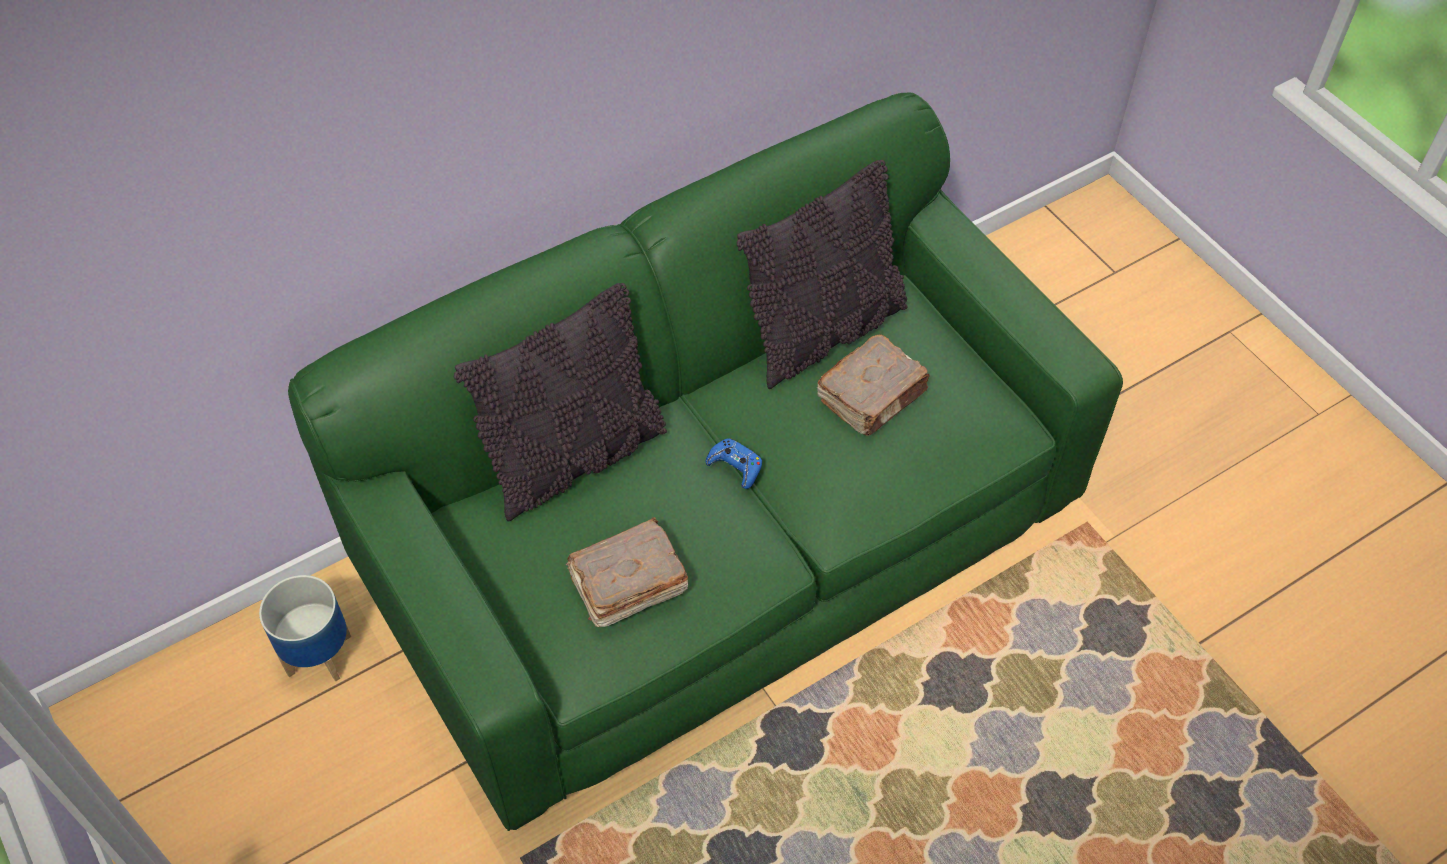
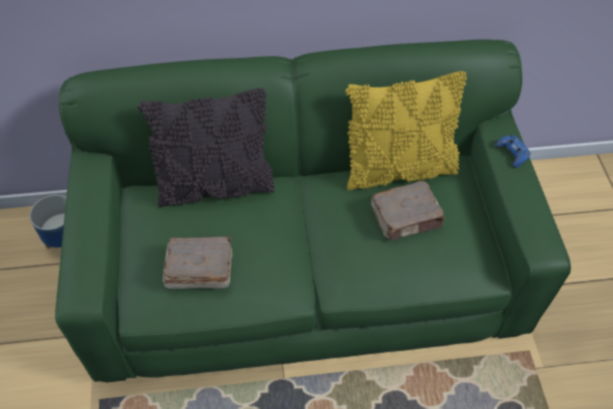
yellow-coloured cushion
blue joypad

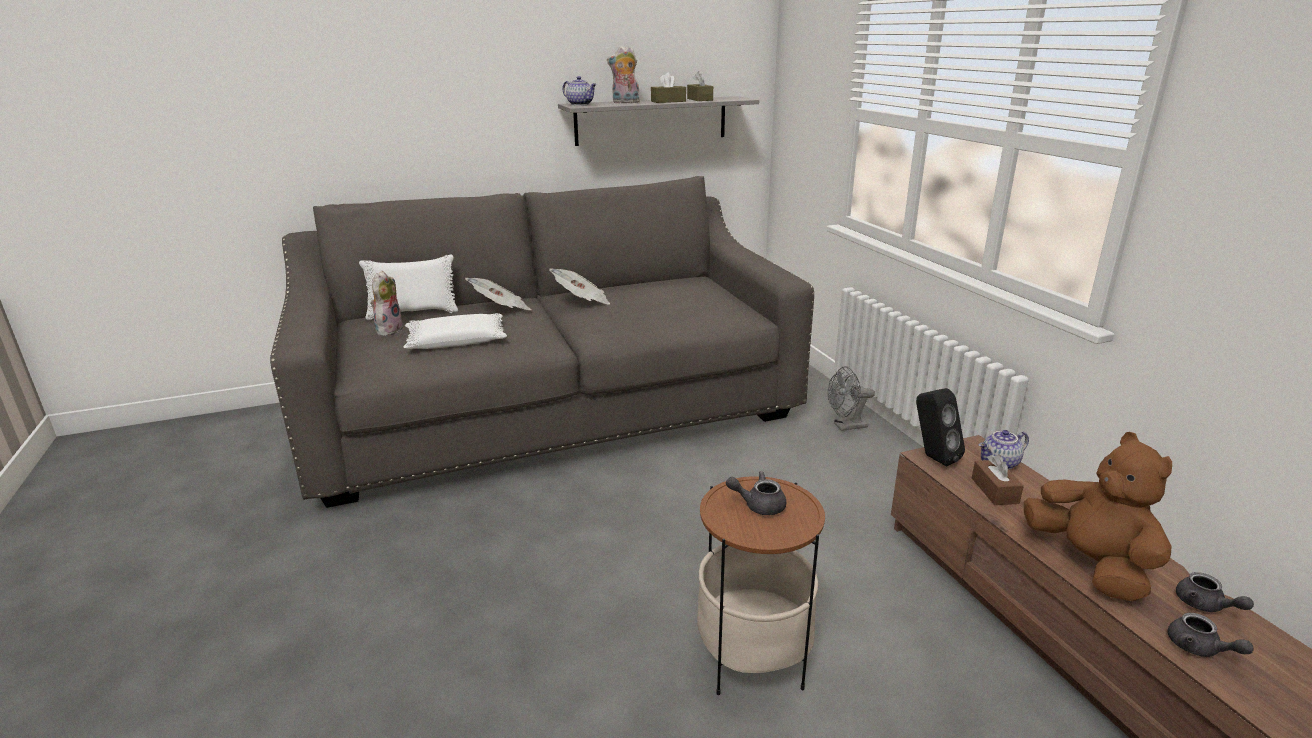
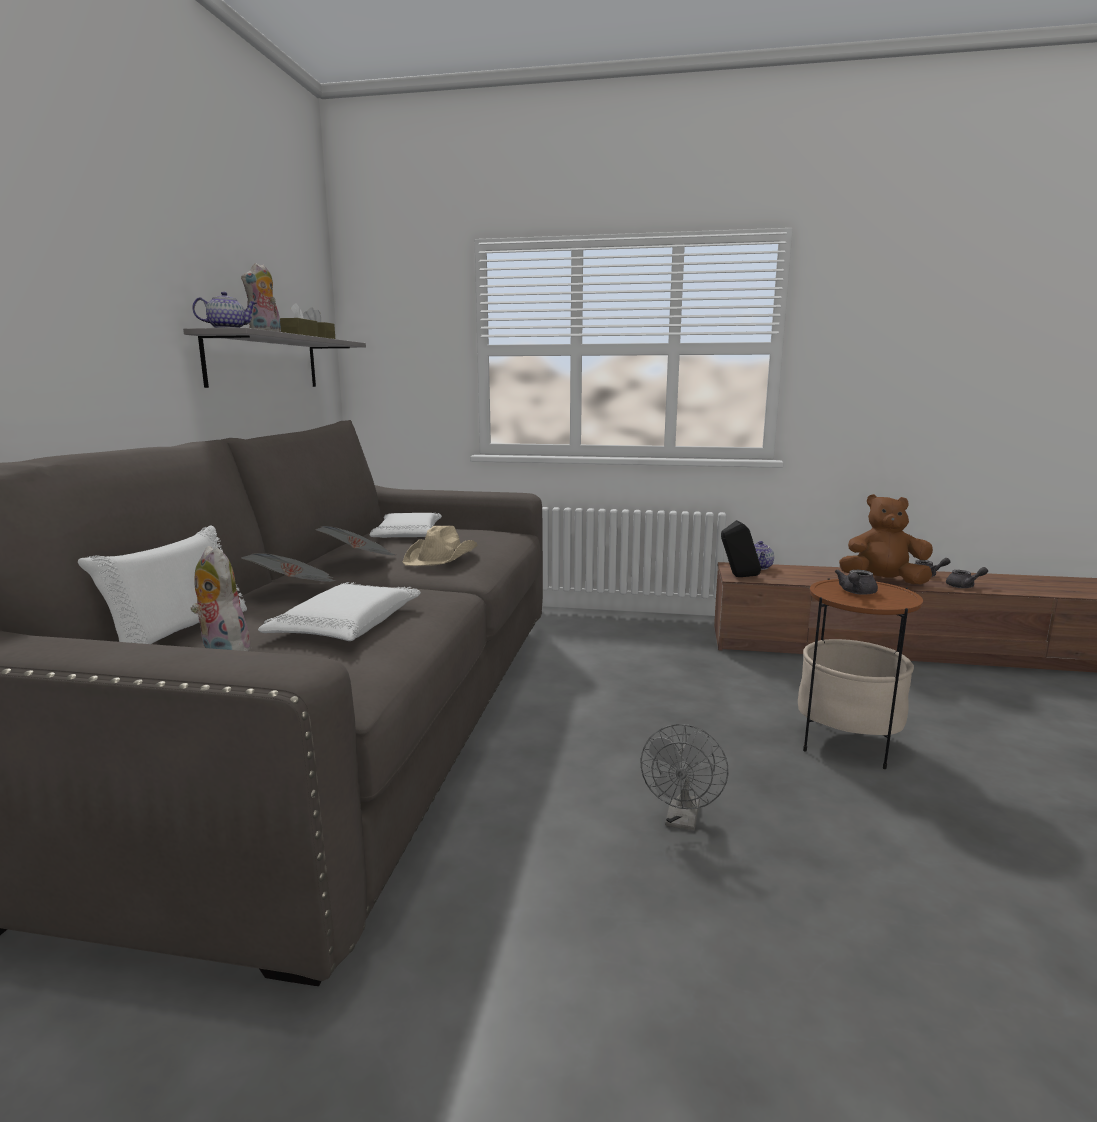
whitish cushion (no. 3 from left)
beige wearable hat
greyish cooling fan
brownish tissue holder (no. 3 from left in the first image)

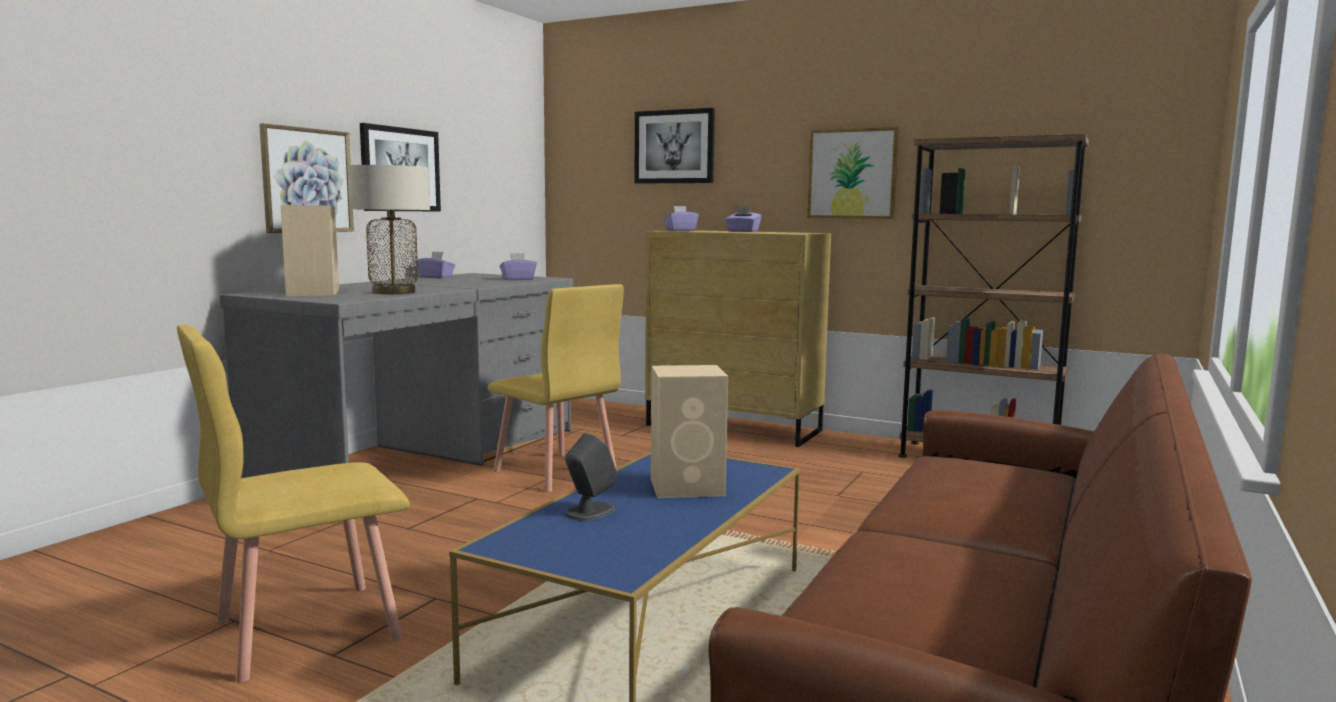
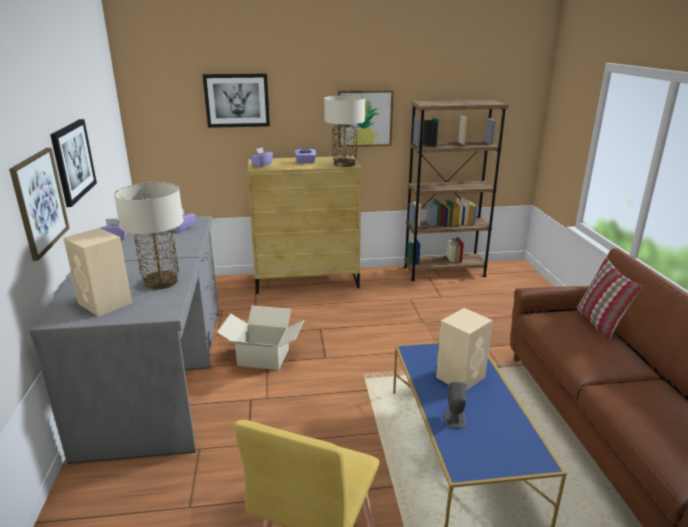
packing box
table lamp (no. 2 from left)
cushion

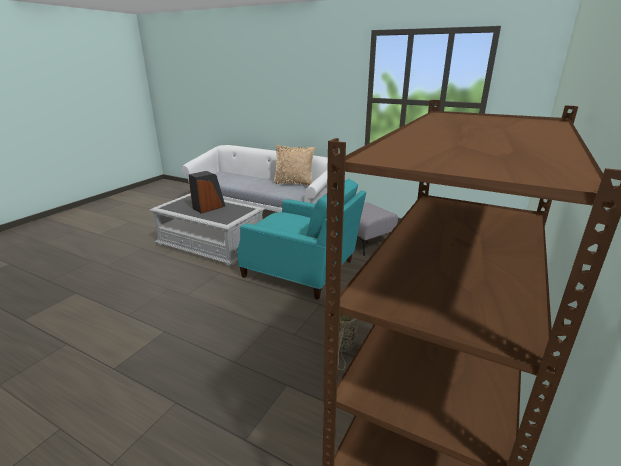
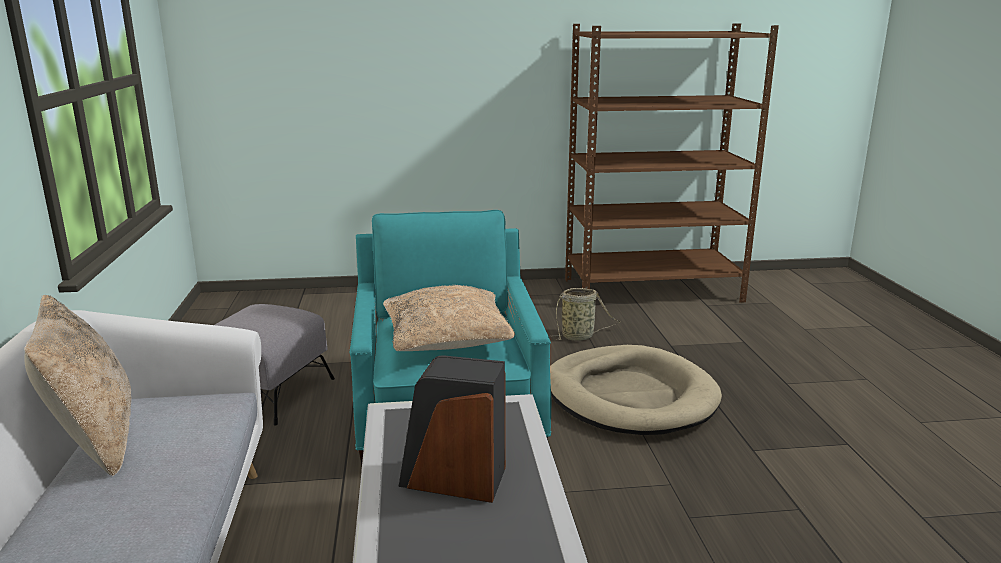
beige cushion (no. 2 from left)
beige pet bed

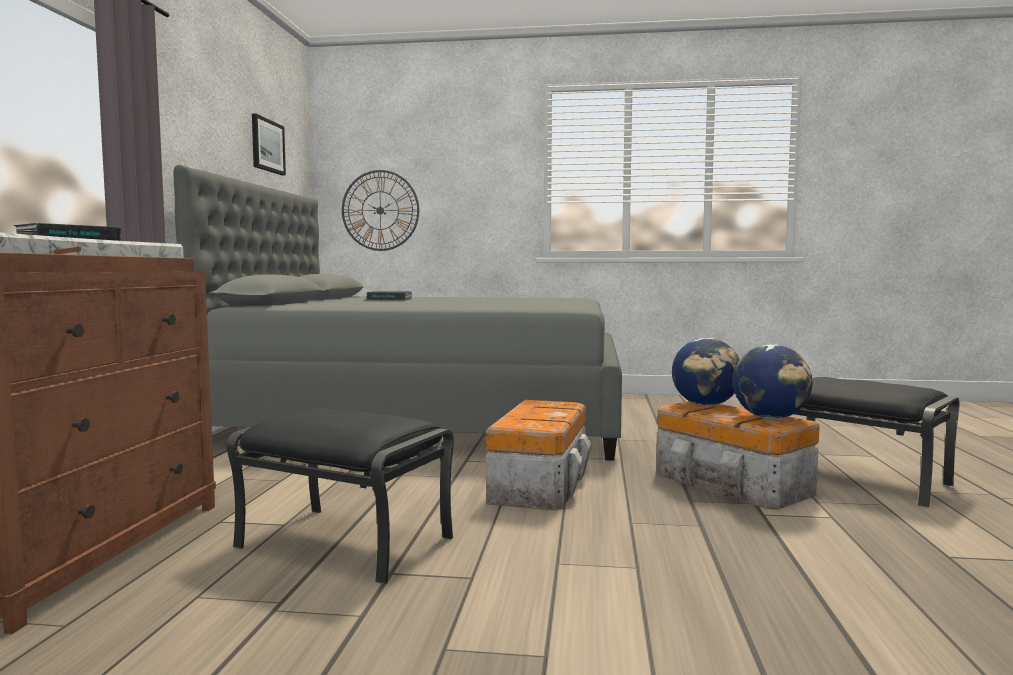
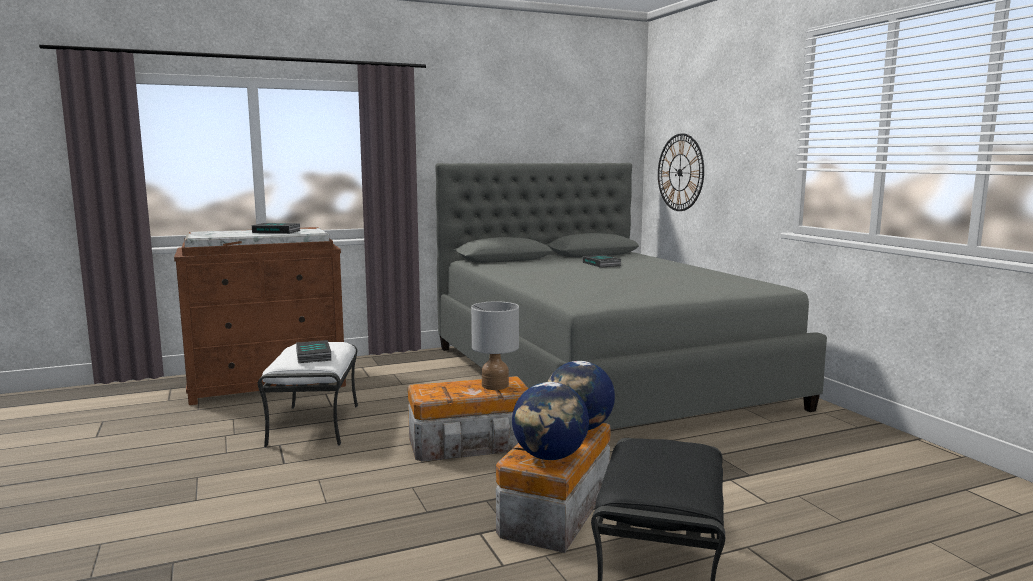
whitish ottoman
volume (no. 2 from left)
greyish table lamp
picture

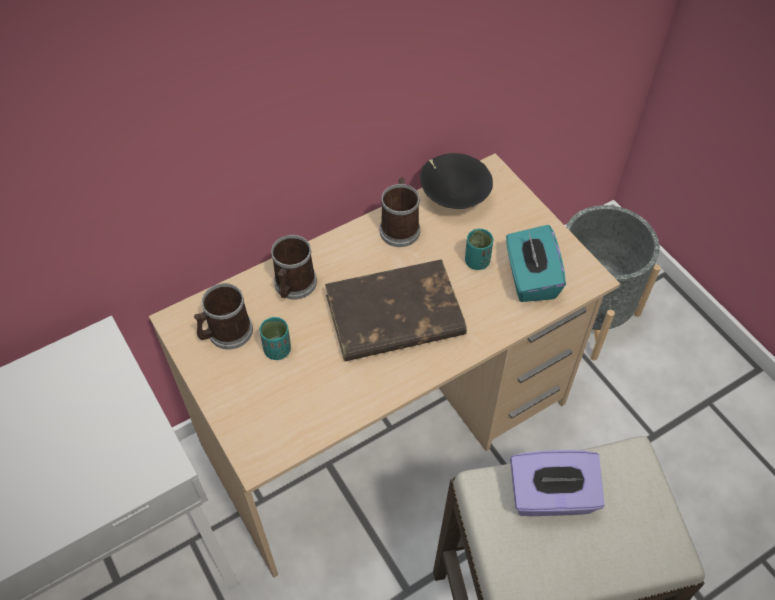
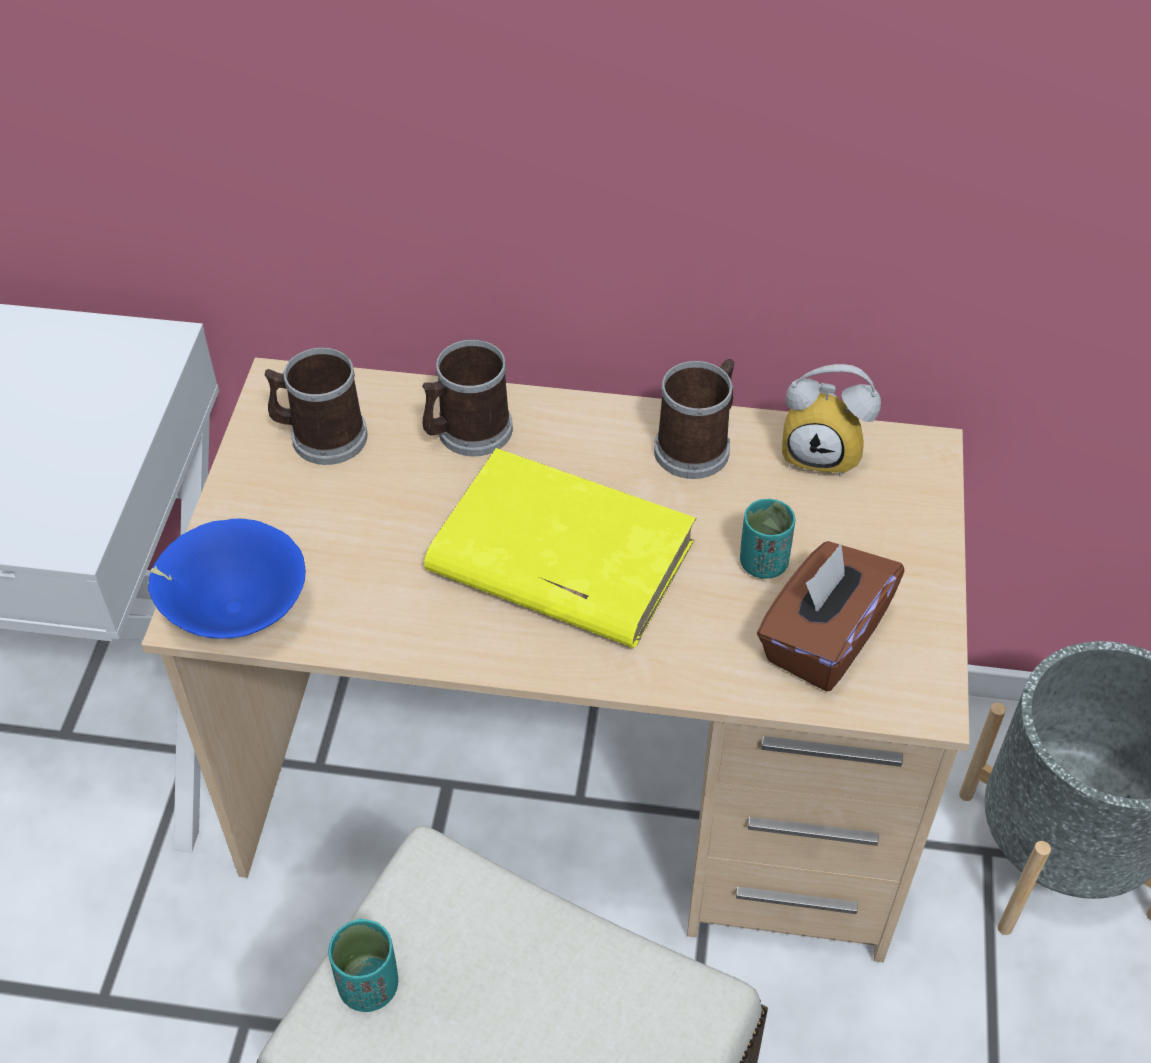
blue deep dish
turquoise-coloured drinking cup (no. 1 from left)
yellow-coloured volume
brownish tissue holder
alarm clock
purple-coloured tissue holder

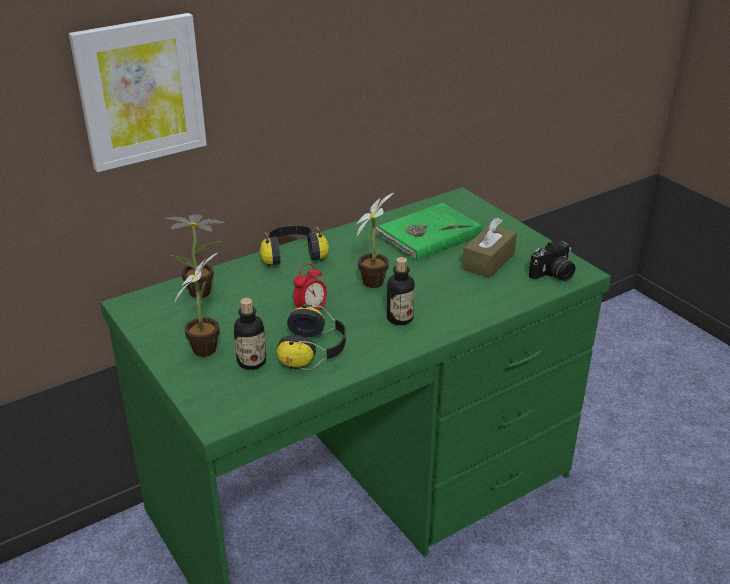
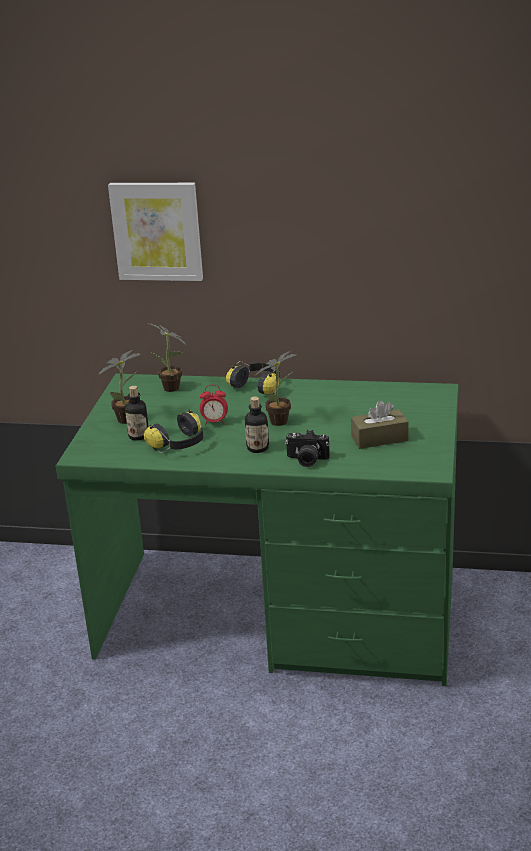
still camera
green-coloured volume

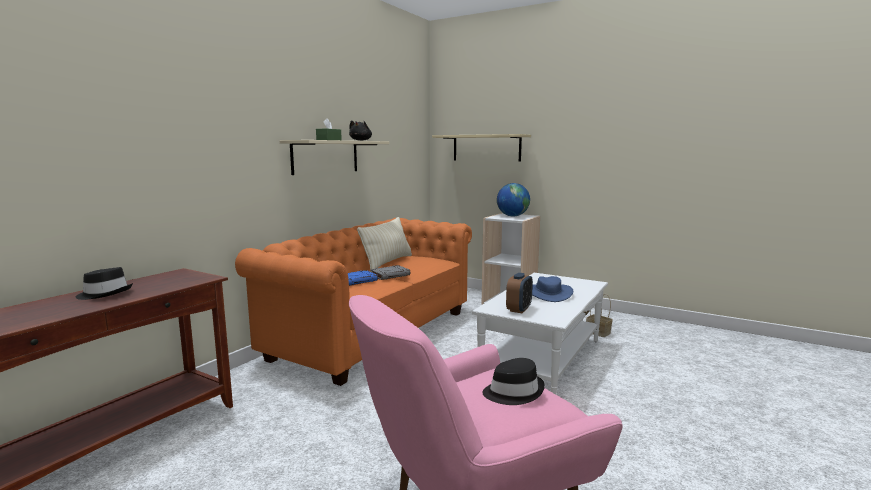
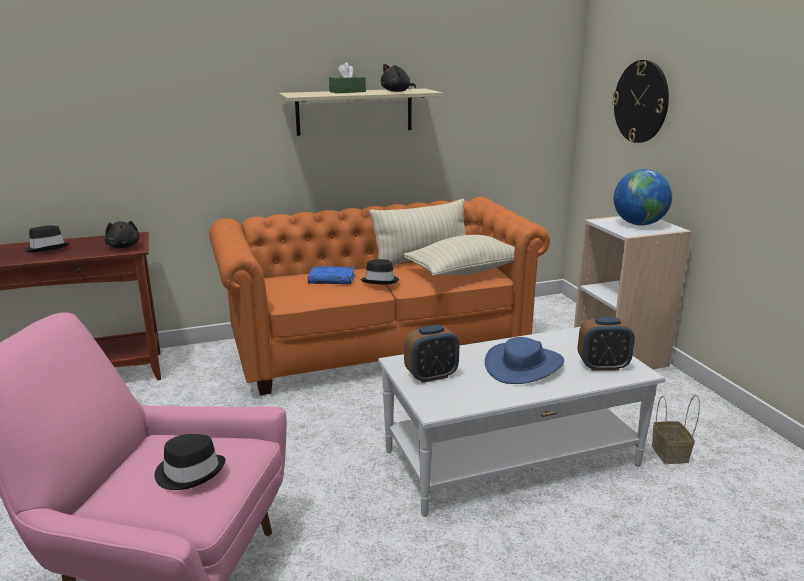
black soft toy (no. 1 from left)
black wearable hat (no. 3 from left)
beige cushion (no. 2 from left)
alarm clock (no. 2 from left)
clock on the wall

